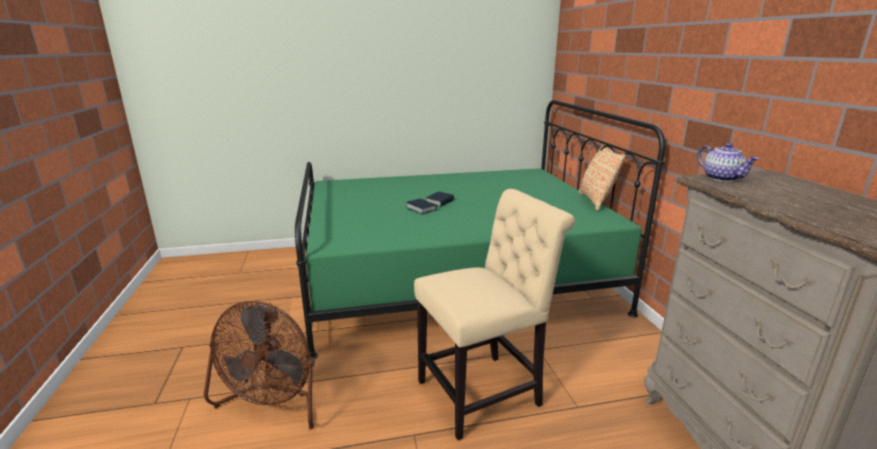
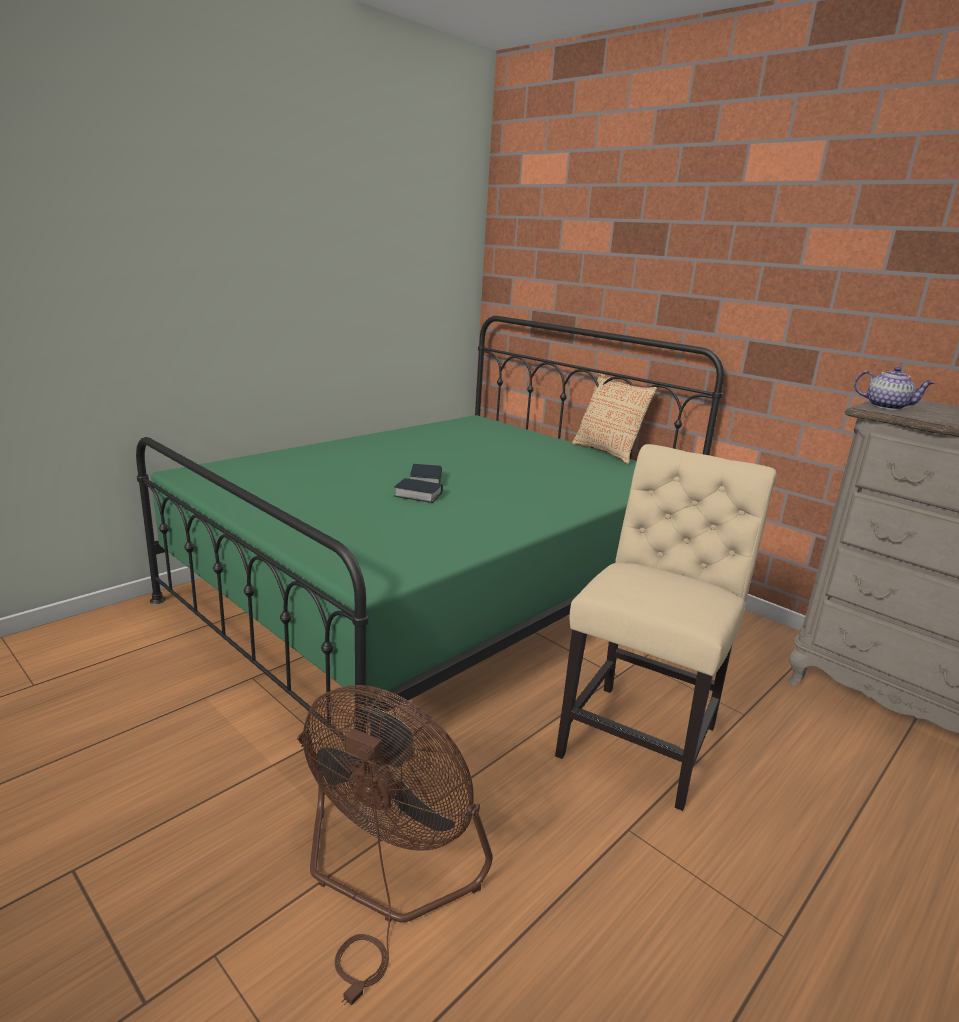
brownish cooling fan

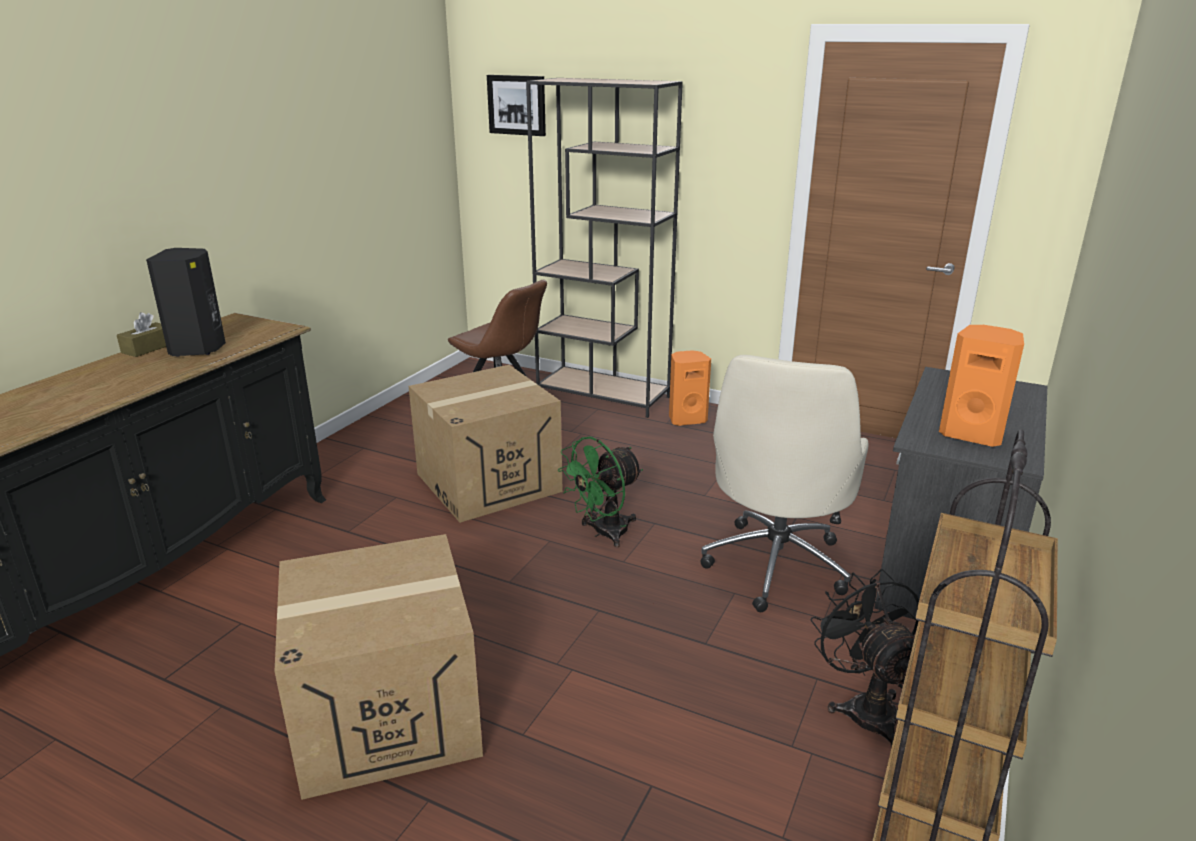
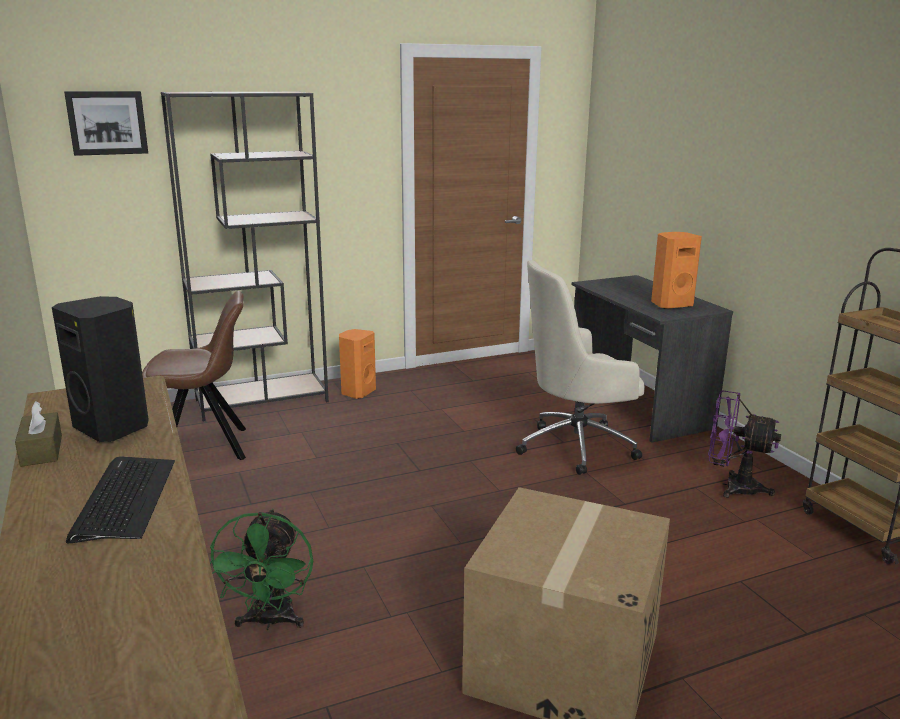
keyboard
green-coloured cooling fan
beige computer chair
purple-coloured cooling fan
packing box (no. 2 from left in the first image)

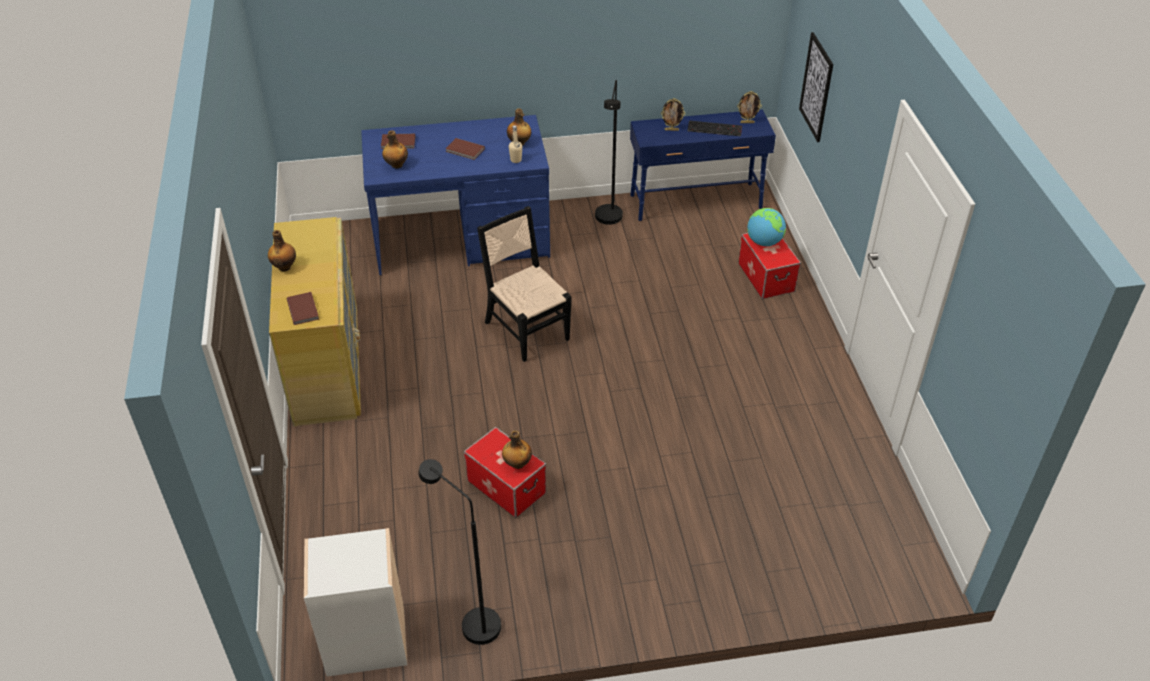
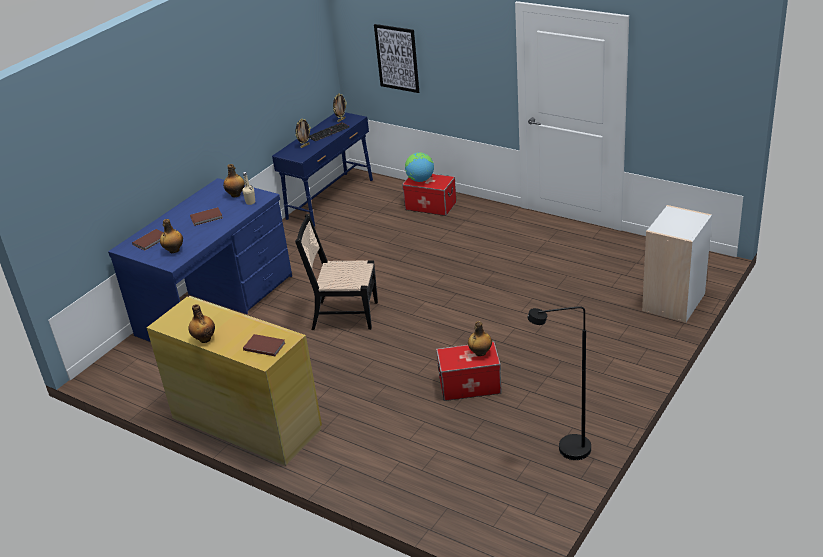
whitish shelving unit
black standard lamp (no. 2 from left in the first image)

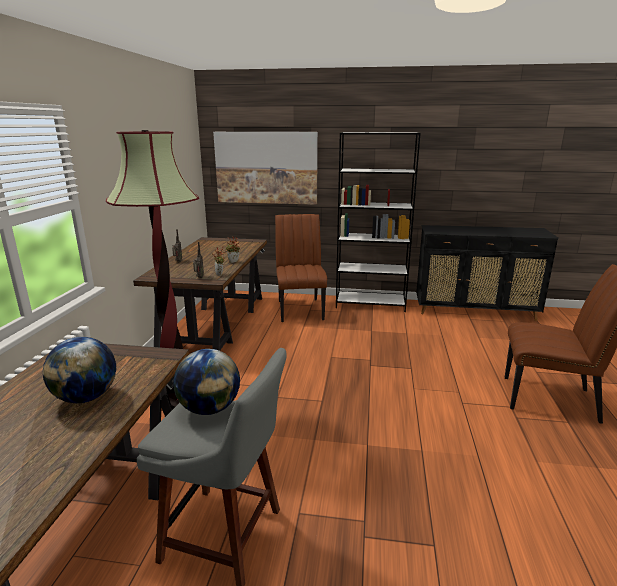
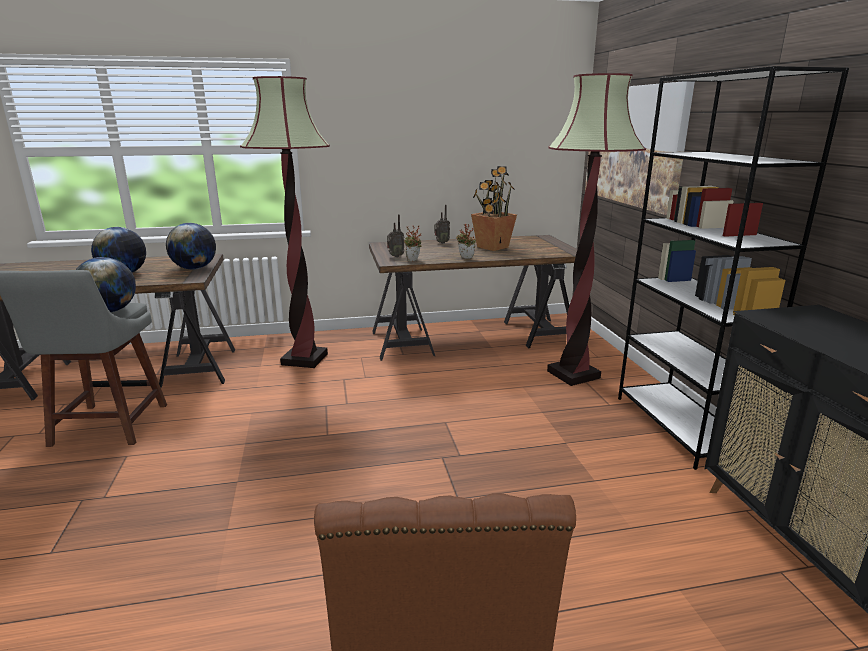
world globe (no. 3 from left)
plant in a pot (no. 3 from left)
standard lamp (no. 2 from left)

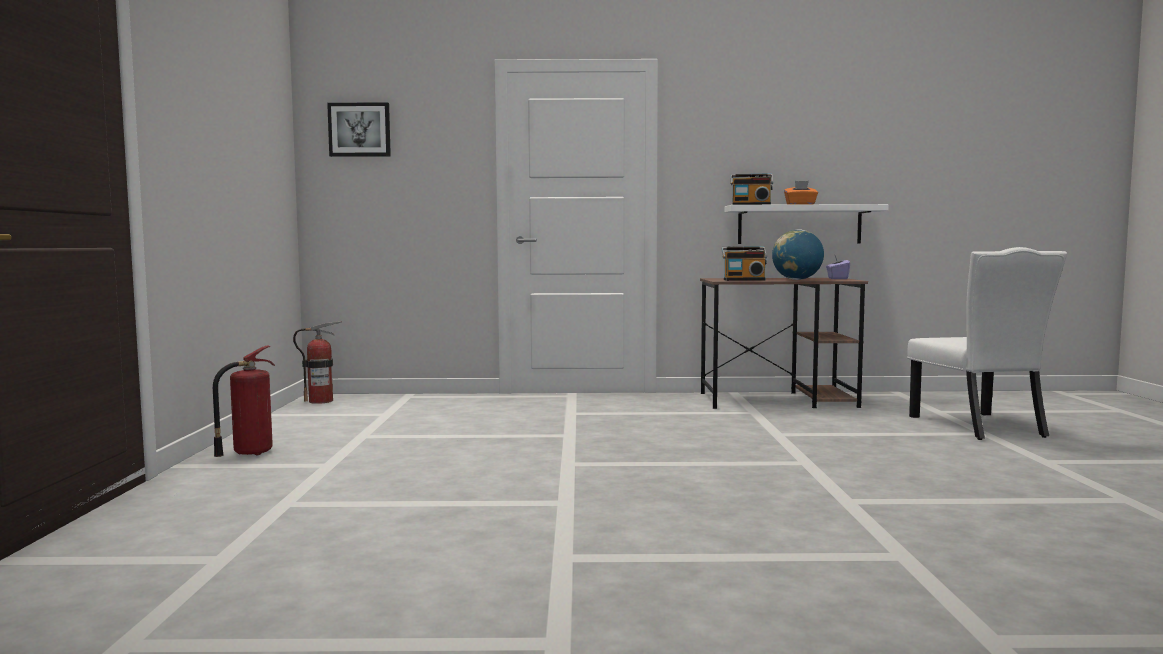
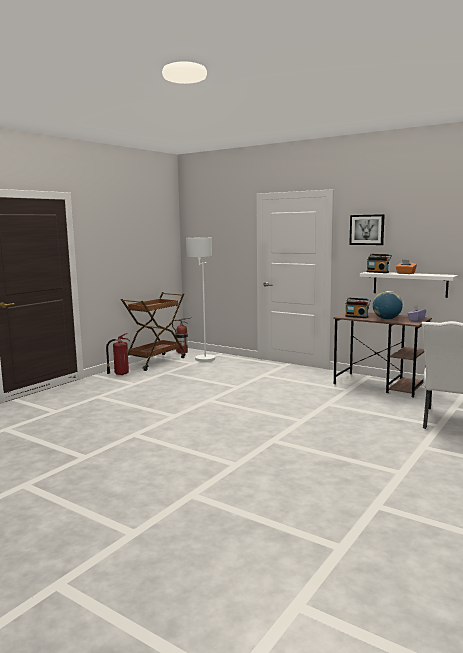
brownish trolley
whitish standard lamp
picture

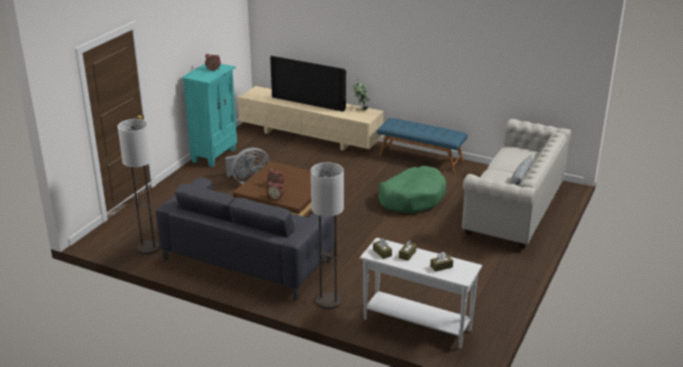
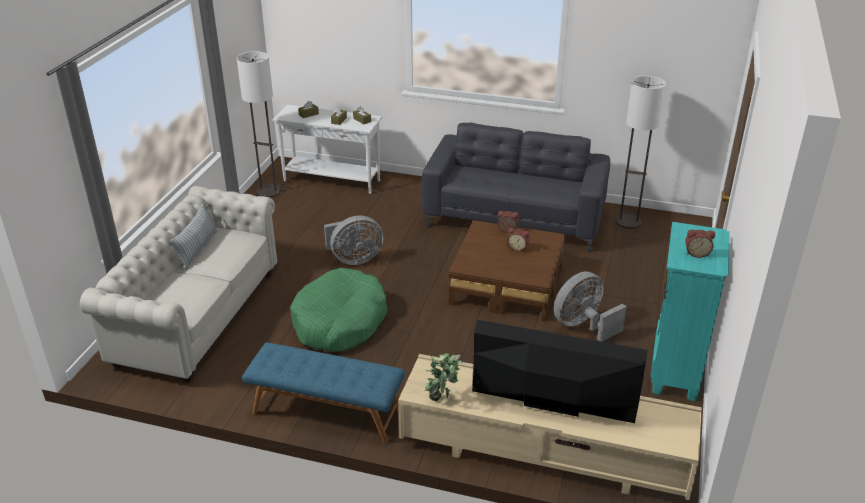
standard lamp (no. 1 from left)
greyish cooling fan (no. 1 from left)

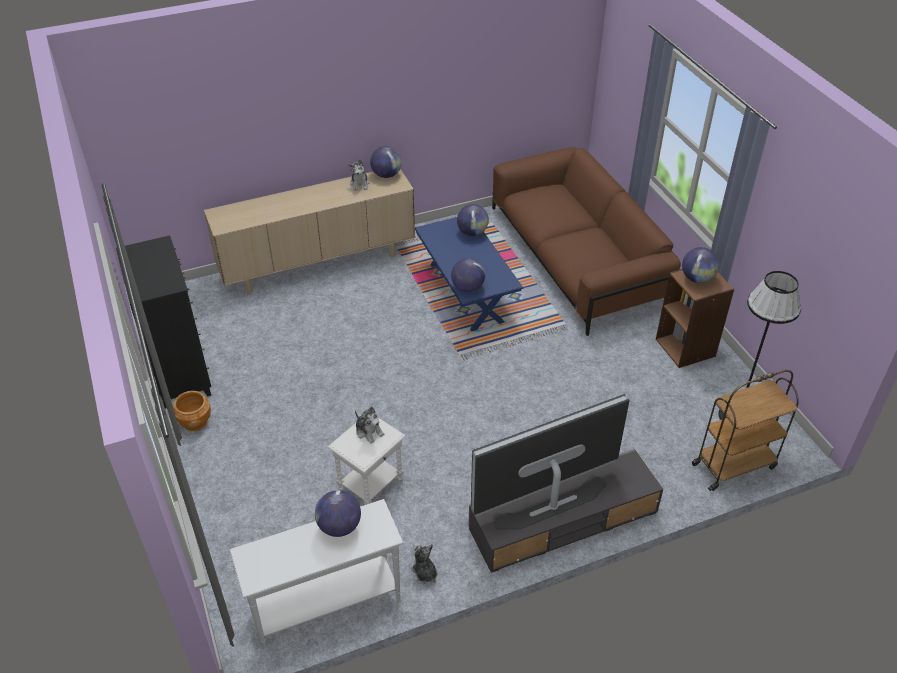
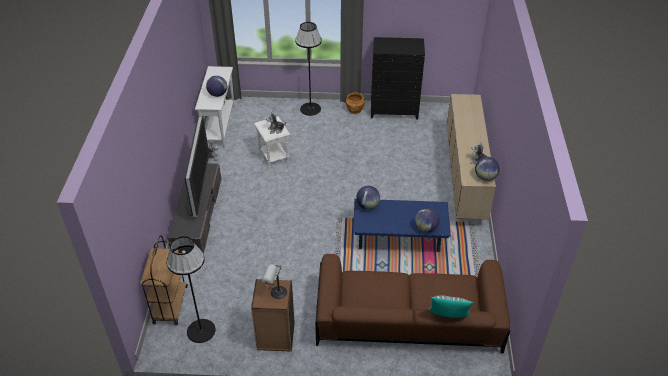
table lamp
black standard lamp (no. 2 from left)
cushion

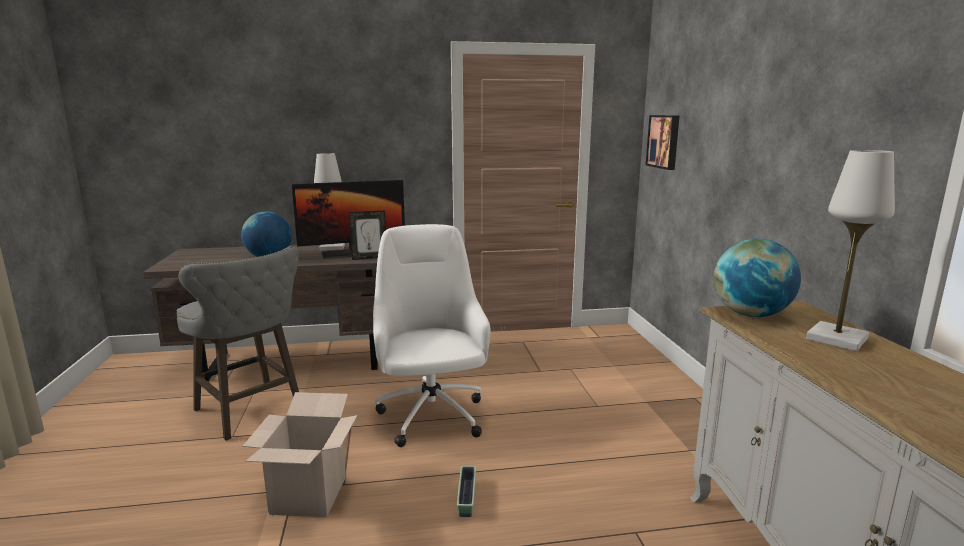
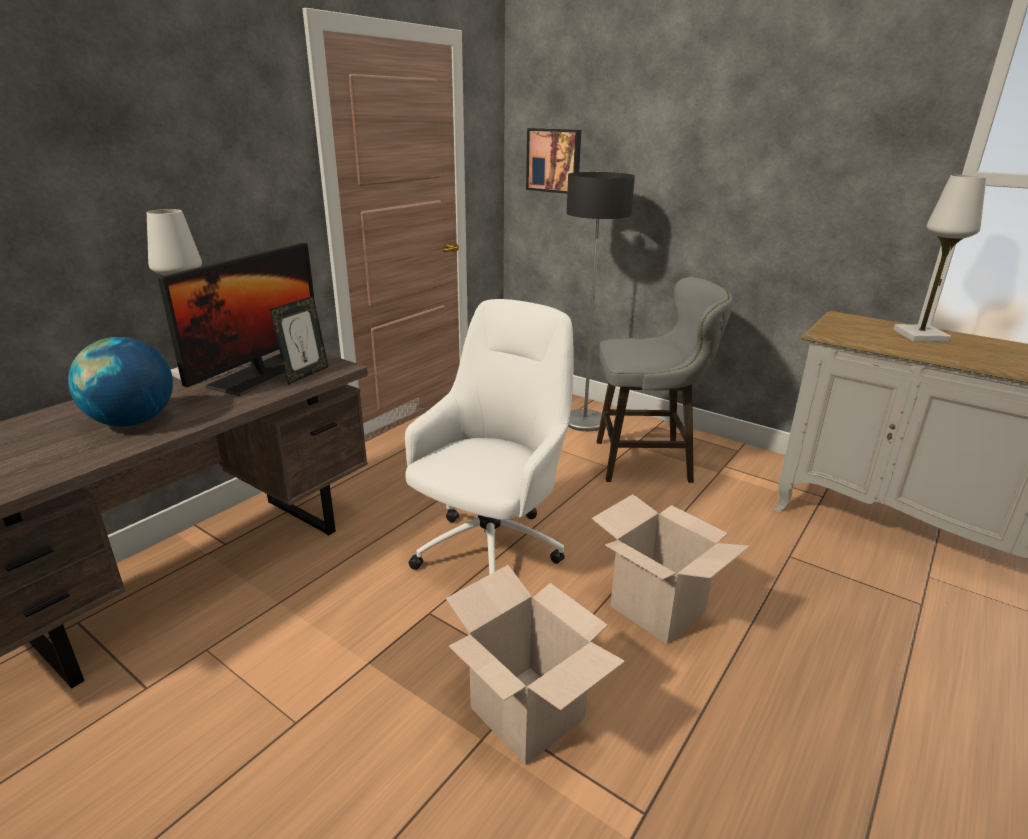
whitish computer chair
standard lamp
packing box (no. 2 from left)
greyish stool seat
world globe (no. 2 from left in the first image)

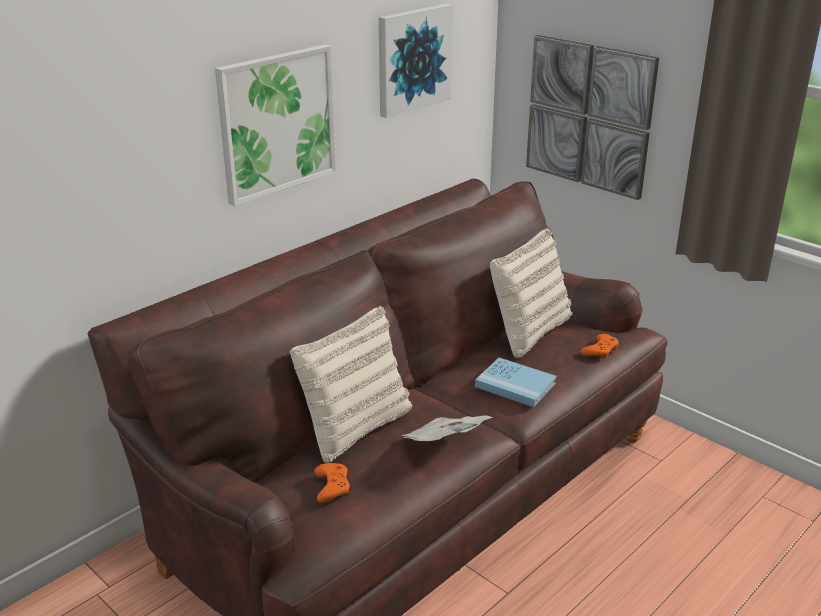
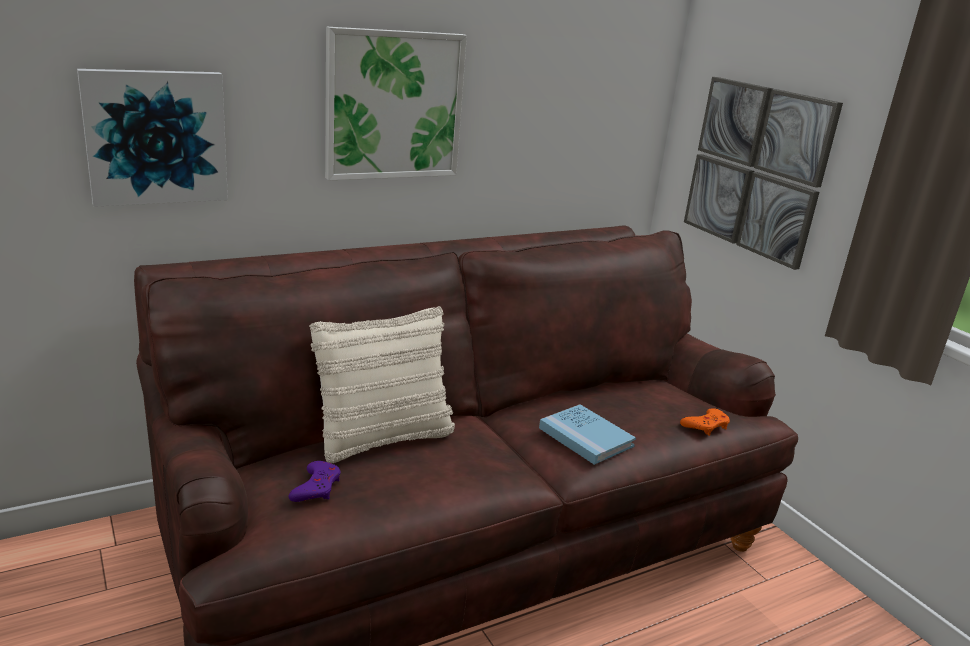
picture (no. 1 from left)
purple-coloured joypad
newspaper
beige cushion (no. 2 from left in the first image)

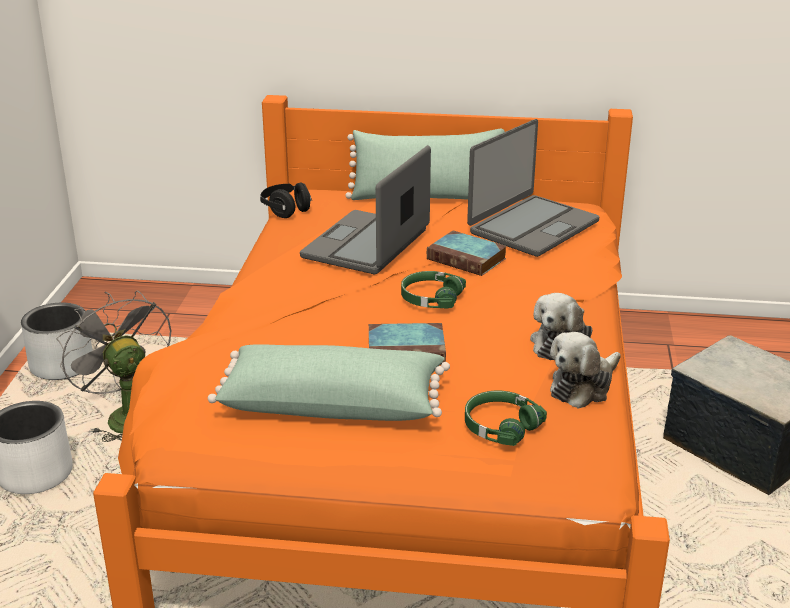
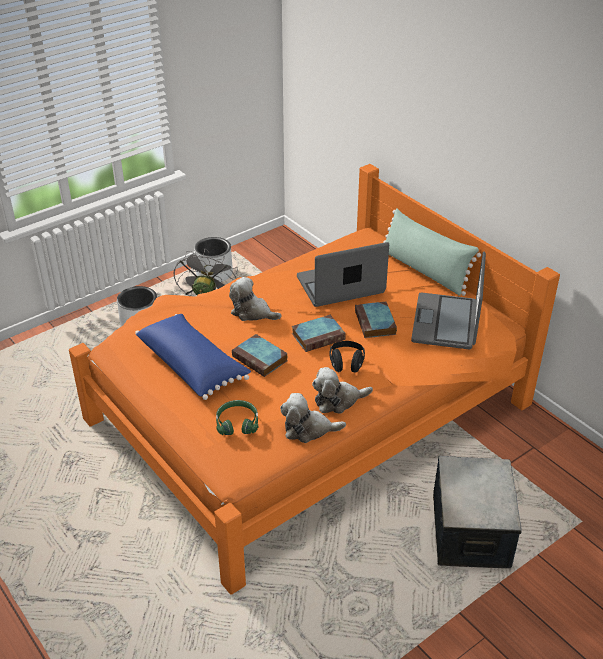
blue cushion
soft toy (no. 1 from left)
volume (no. 2 from left)
black headphones
portable computer (no. 2 from left)

